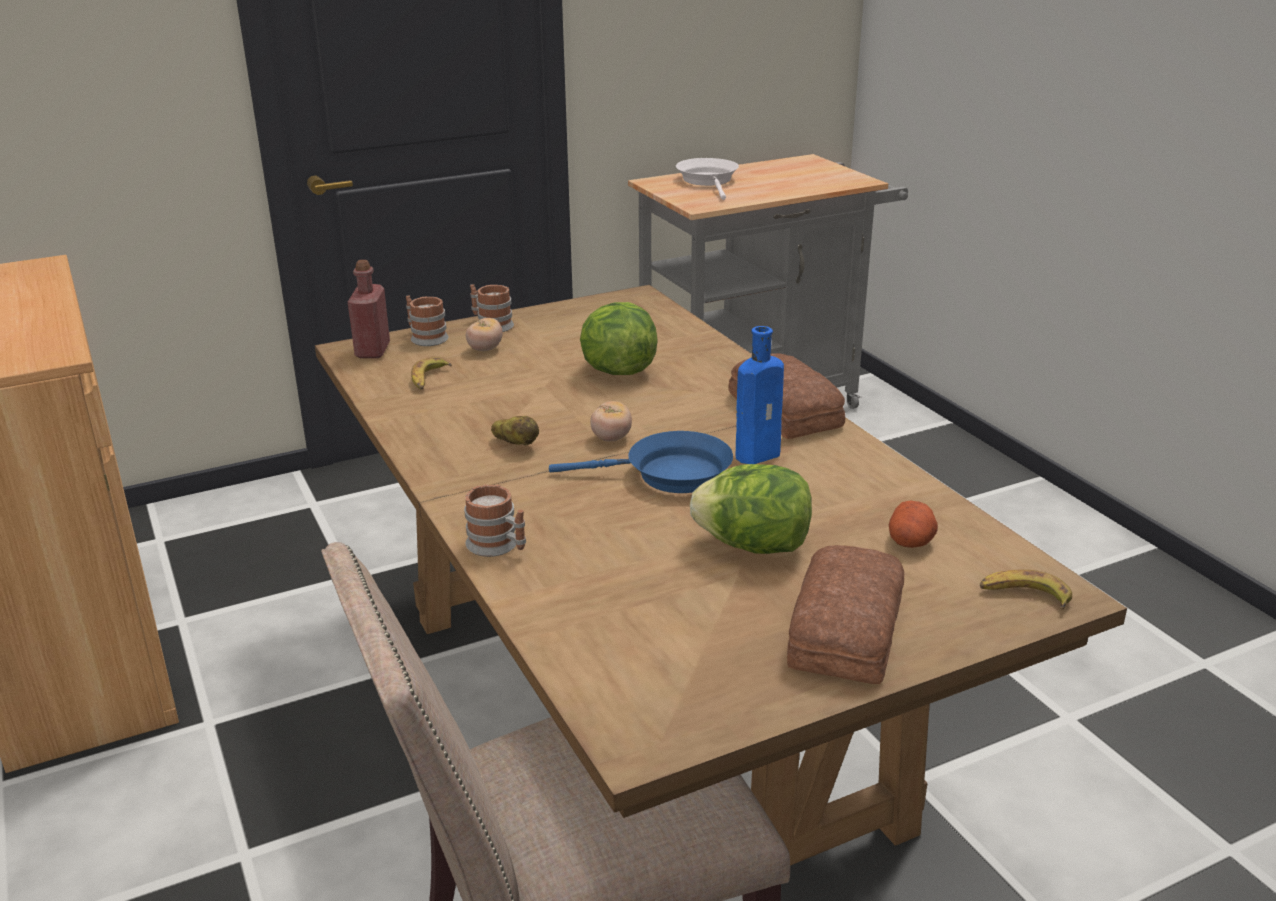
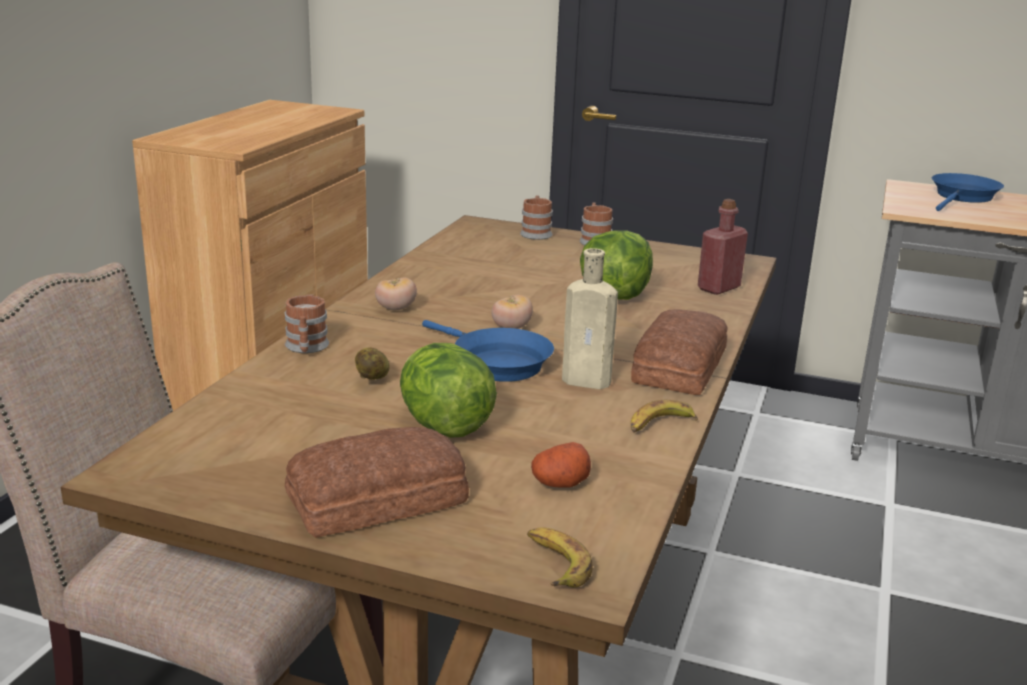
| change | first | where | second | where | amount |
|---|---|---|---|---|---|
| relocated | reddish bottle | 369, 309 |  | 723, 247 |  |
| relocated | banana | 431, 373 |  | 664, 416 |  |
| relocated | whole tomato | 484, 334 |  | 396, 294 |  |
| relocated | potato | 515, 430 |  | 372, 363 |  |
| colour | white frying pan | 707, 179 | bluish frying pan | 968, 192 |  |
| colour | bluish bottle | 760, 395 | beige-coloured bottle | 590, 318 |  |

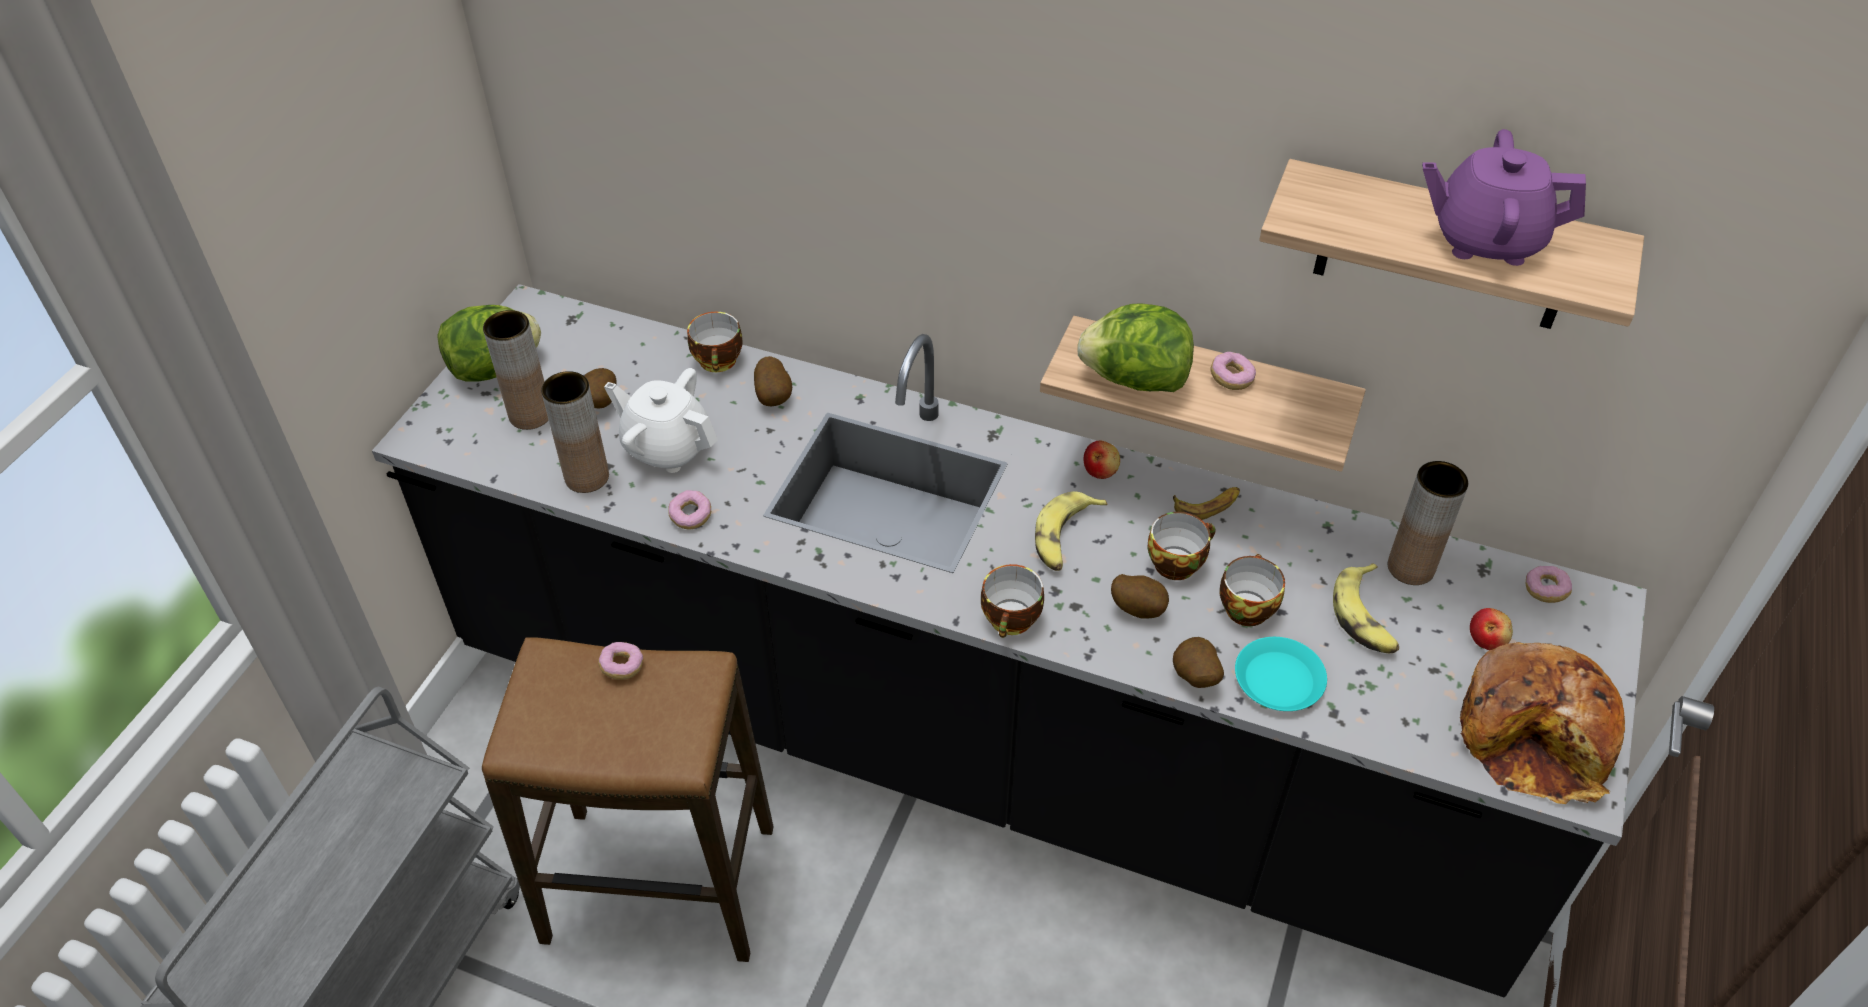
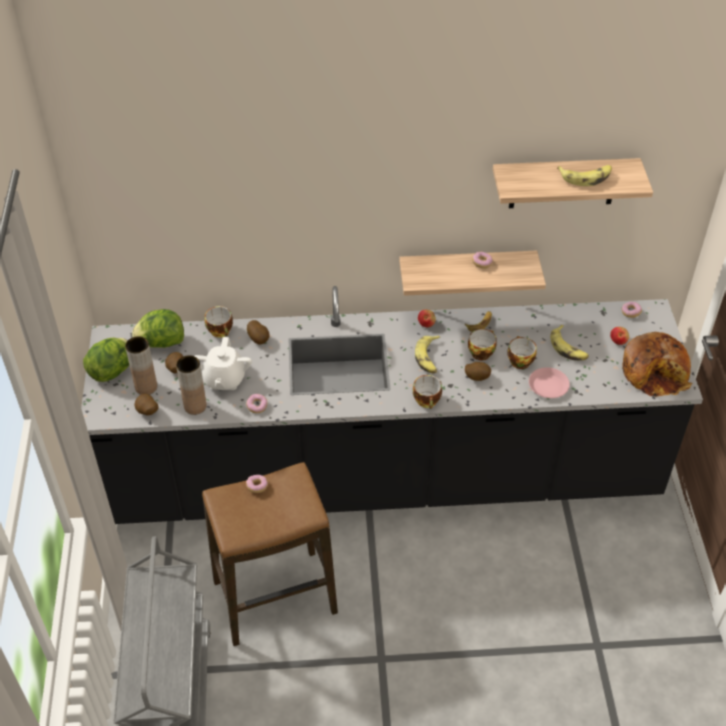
| change | first | where | second | where | amount |
|---|---|---|---|---|---|
| missing | brown flower vase | 1428, 523 |  |  |  |
| relocated | head of lettuce | 1135, 347 |  | 158, 328 |  |
| relocated | potato | 1198, 662 |  | 146, 405 |  |
| exchanged | purple tea pot | 1504, 197 | banana | 584, 175 |  |
| colour | blue-green dinner plate | 1281, 674 | pink-coloured dinner plate | 549, 382 |  |
| spun | white tea pot | 661, 420 |  | 223, 363 | 90 degrees counterclockwise |

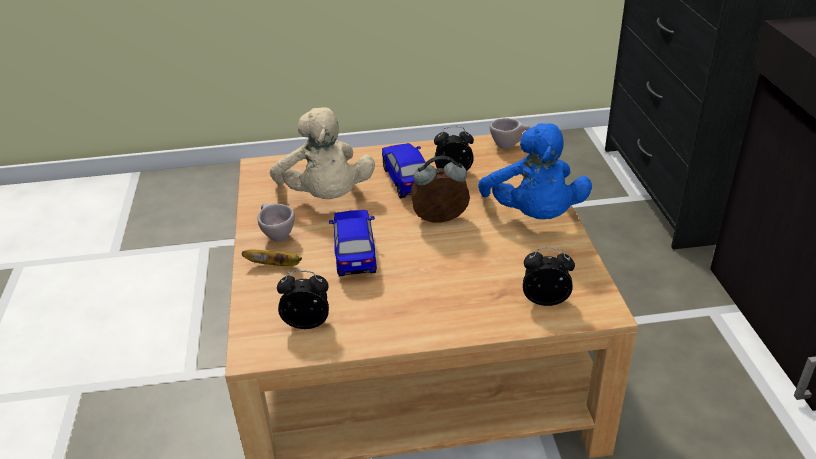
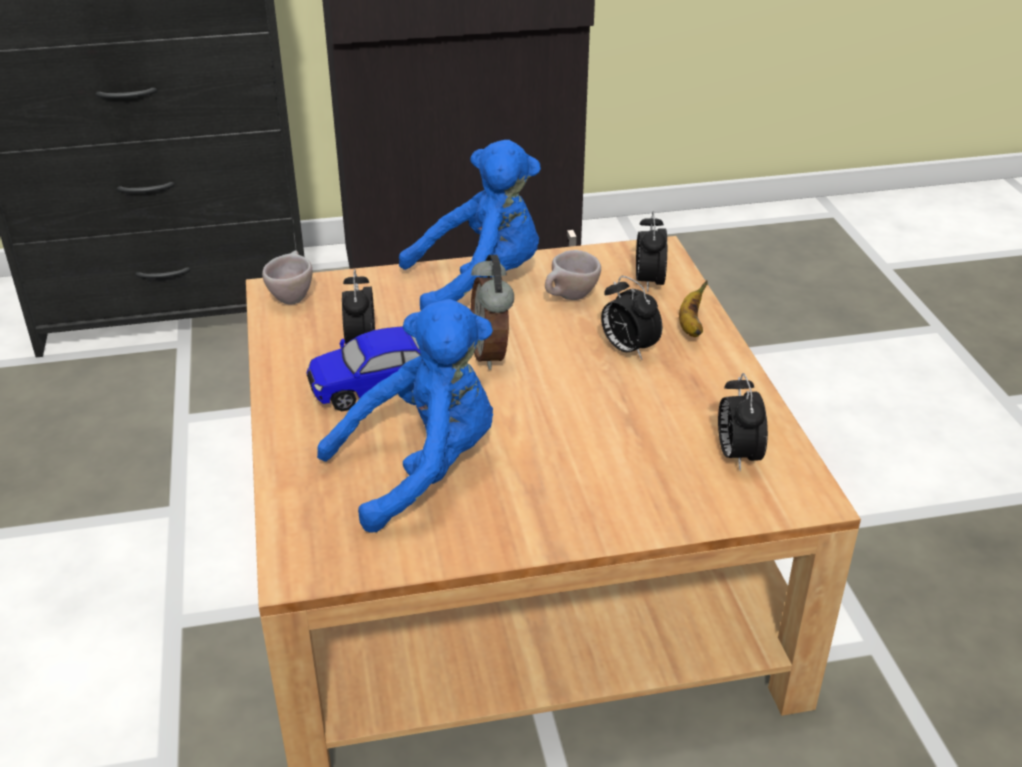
| change | first | where | second | where | amount |
|---|---|---|---|---|---|
| missing | toy car | 353, 243 |  |  |  |
| appeared |  |  | alarm clock | 631, 318 |  |
| relocated | banana | 272, 258 |  | 693, 308 |  |
| relocated | beige-coloured small cup | 276, 222 |  | 573, 275 |  |
| colour | beige-coloured cuddly toy | 322, 153 | bluish cuddly toy | 405, 415 |  |

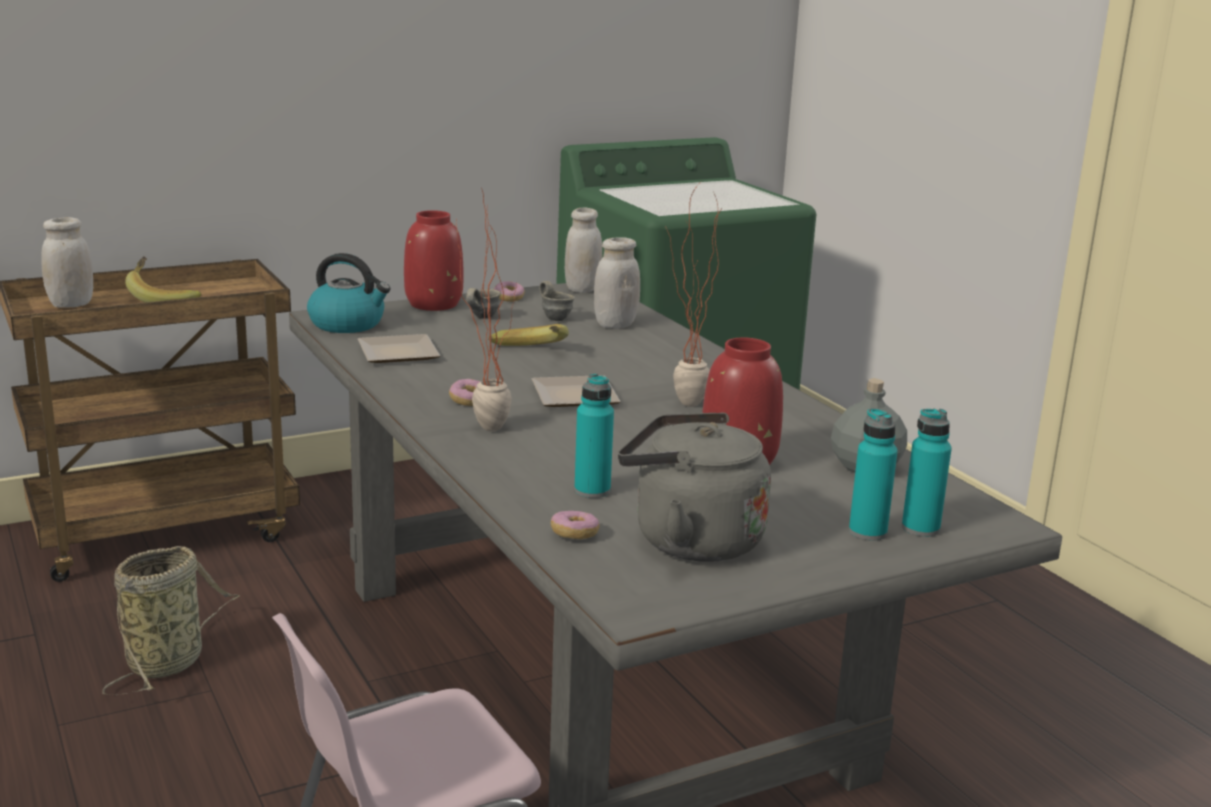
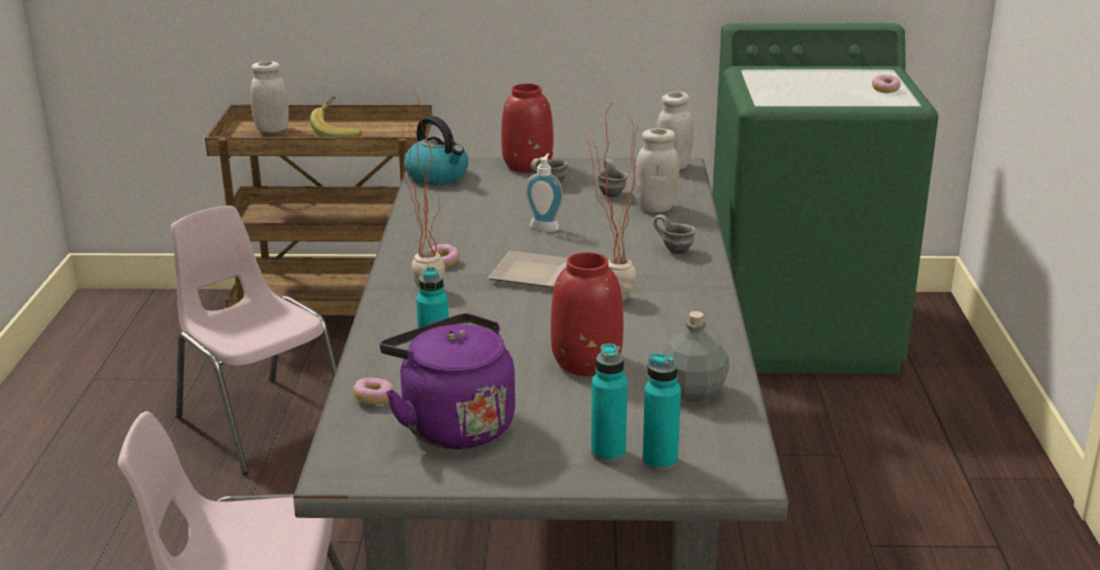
| change | first | where | second | where | amount |
|---|---|---|---|---|---|
| missing | dinner plate | 399, 348 |  |  |  |
| appeared |  |  | greyish coffee mug | 674, 234 |  |
| relocated | ring doughnut | 509, 291 |  | 886, 84 |  |
| exchanged | basket | 171, 620 | pink-coloured plain chair | 254, 340 |  |
| exchanged | banana | 528, 335 | soap dispenser | 544, 192 |  |
| colour | greyish water kettle | 694, 487 | purple water kettle | 447, 381 |  |

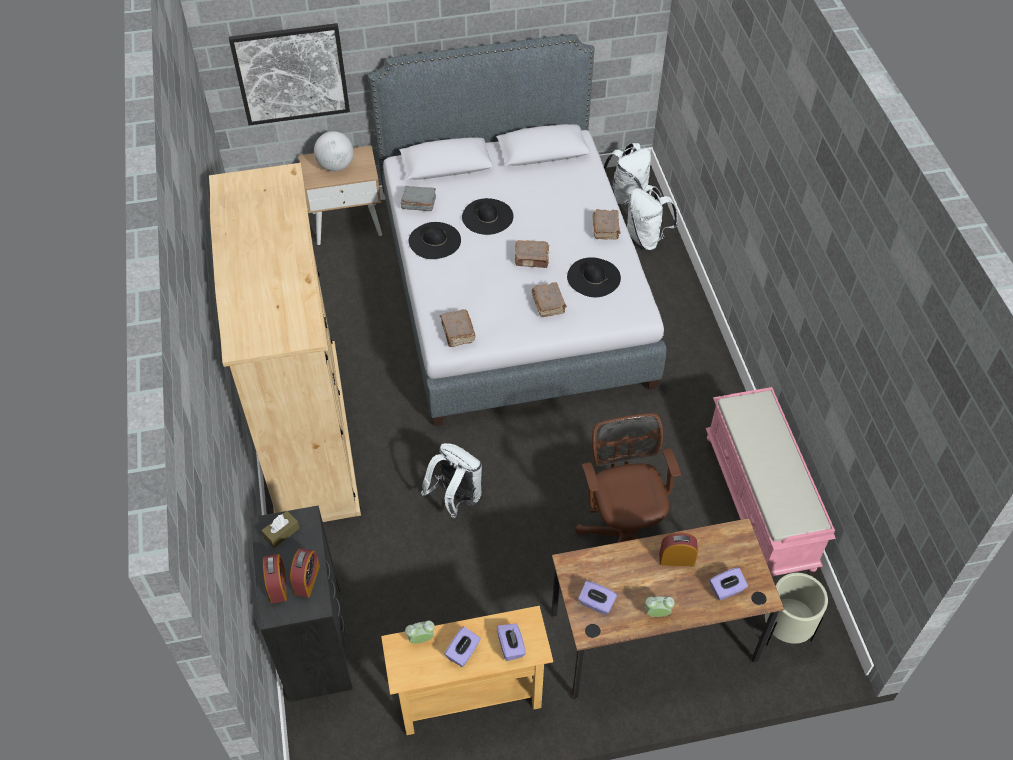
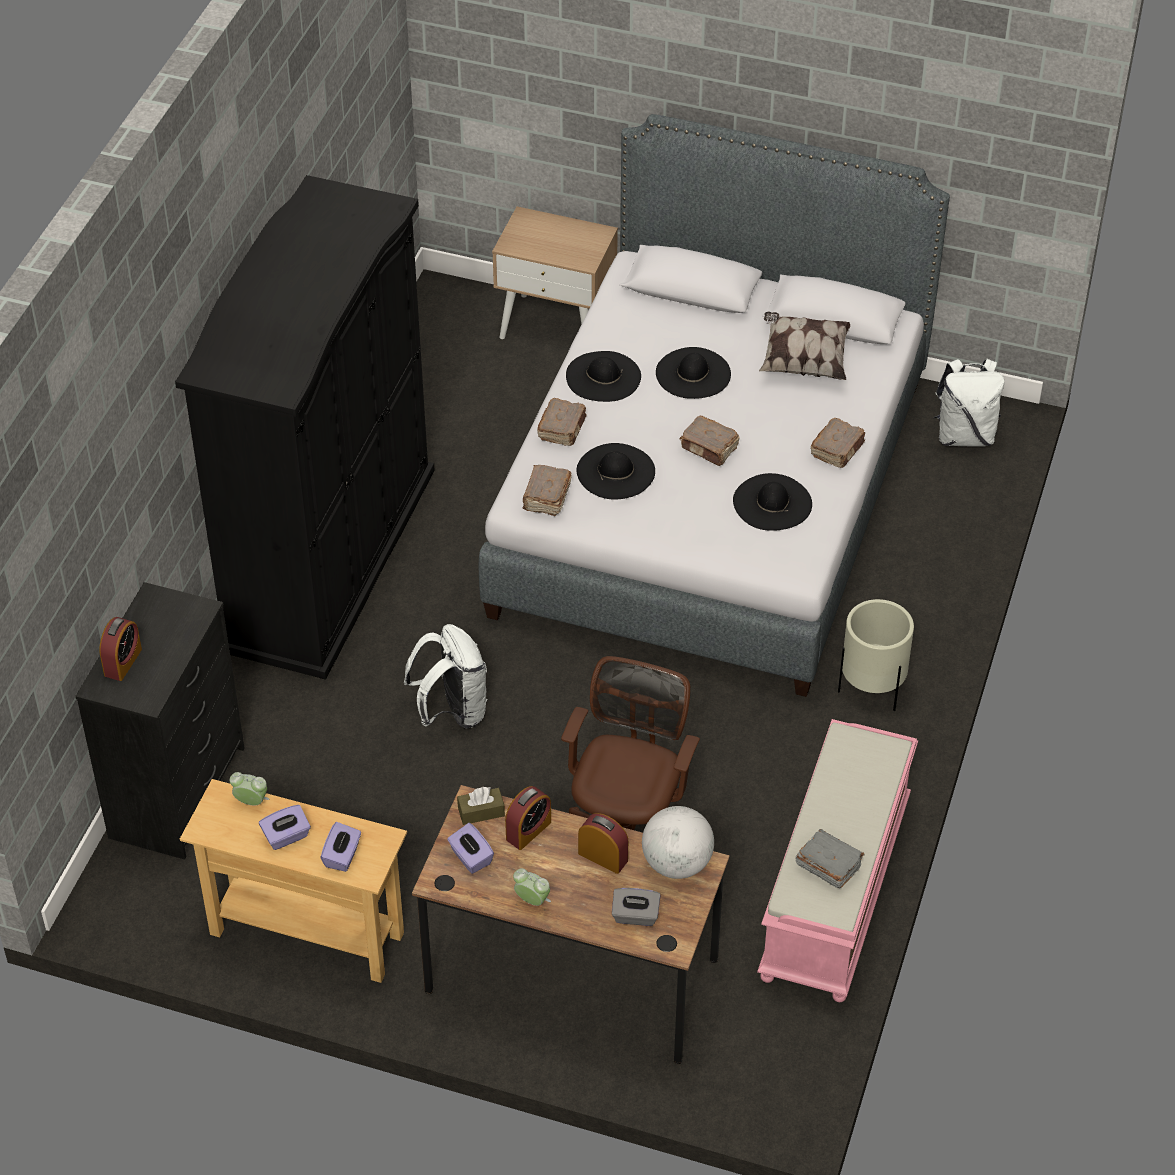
| change | first | where | second | where | amount |
|---|---|---|---|---|---|
| missing | wall picture | 289, 74 |  |  |  |
| missing | white knapsack | 652, 217 |  |  |  |
| appeared |  |  | blackish hat | 615, 471 |  |
| appeared |  |  | pillow | 805, 346 |  |
| relocated | brown tissue holder | 280, 529 |  | 481, 806 |  |
| relocated | alarm clock | 305, 573 |  | 528, 818 |  |
| relocated | desk globe | 334, 151 |  | 678, 842 |  |
| relocated | greyish book | 418, 198 |  | 830, 858 |  |
| relocated | brown book | 549, 299 |  | 562, 422 |  |
| relocated | beige-coloured planter | 796, 609 |  | 876, 655 |  |
| colour | beige-coloured clothes cupboard | 285, 342 | blackish clothes cupboard | 305, 427 |  |
| colour | purple tissue holder | 729, 584 | greyish tissue holder | 636, 907 |  |

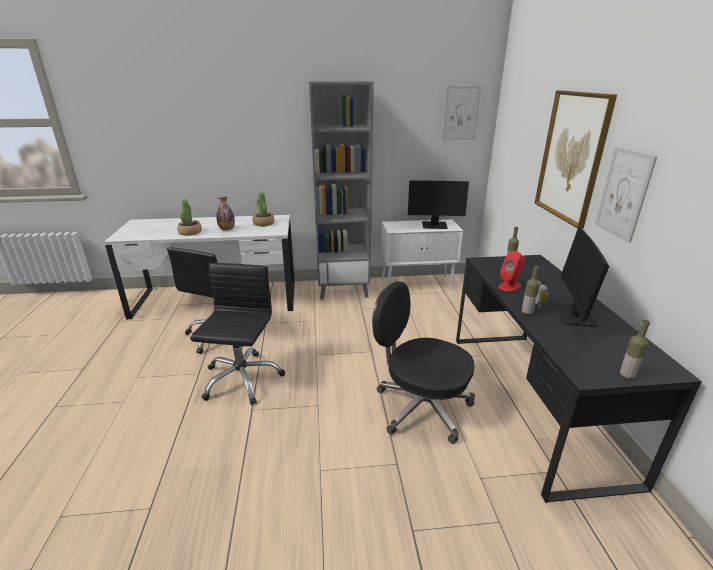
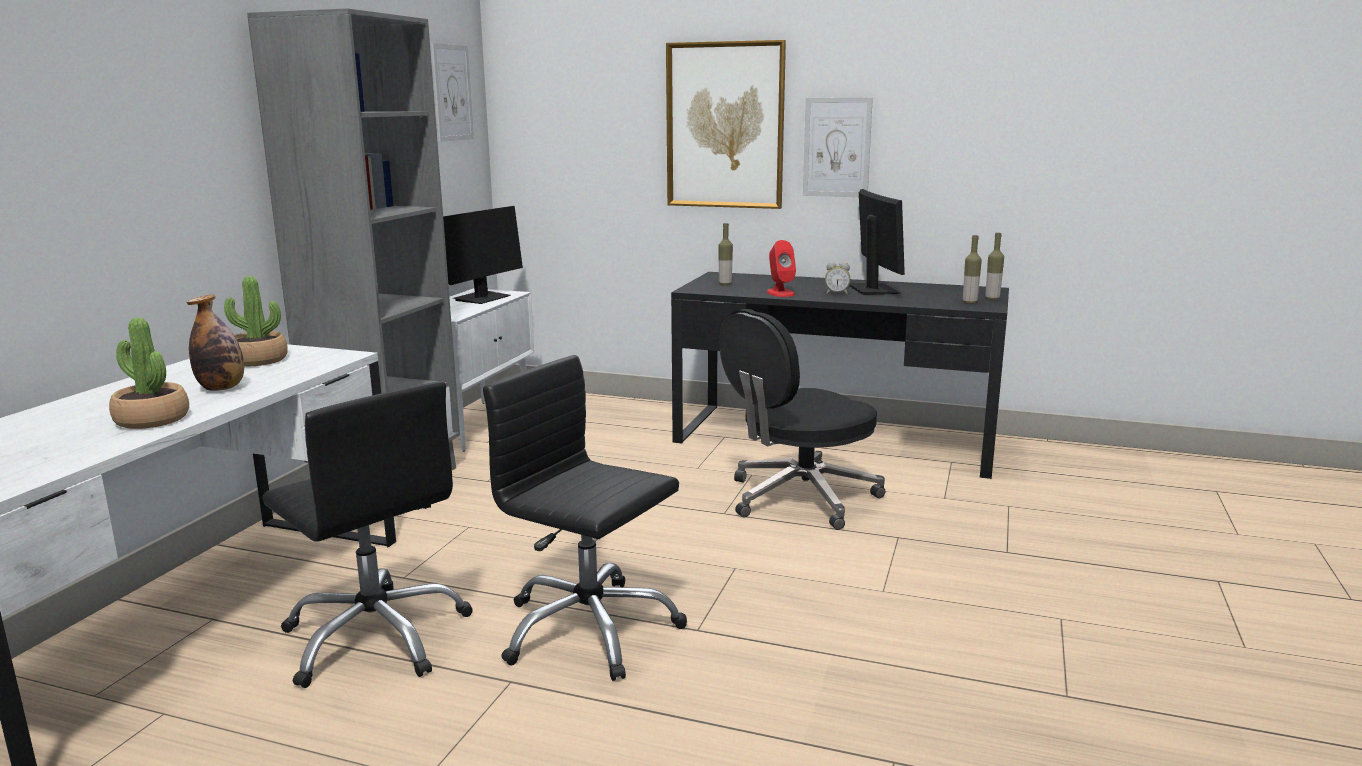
| change | first | where | second | where | amount |
|---|---|---|---|---|---|
| relocated | bottle | 531, 290 |  | 972, 269 |  |
| spun | monitor | 581, 277 |  | 877, 242 | 135 degrees counterclockwise |

